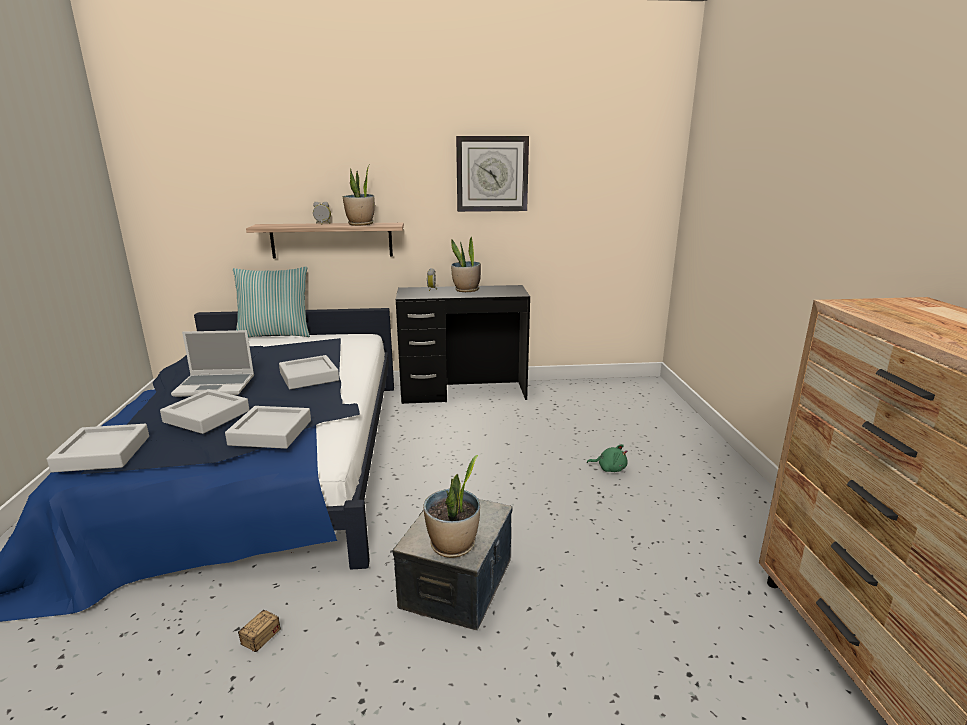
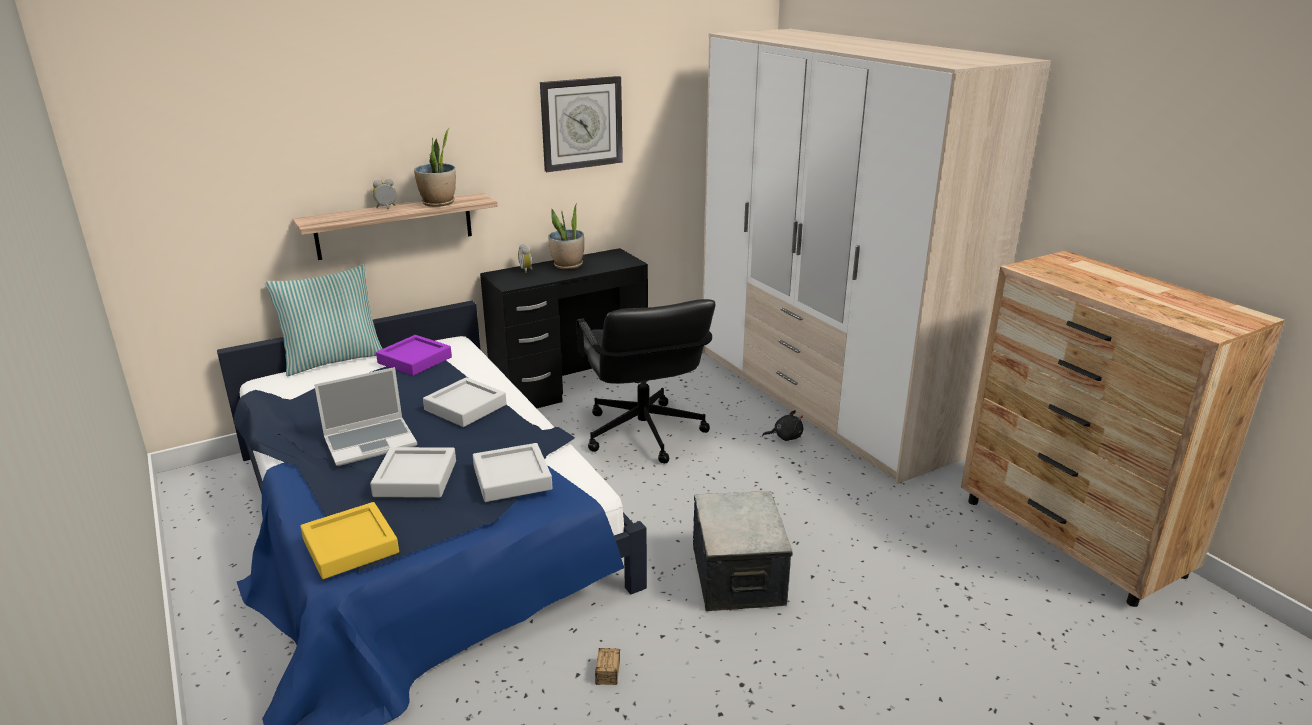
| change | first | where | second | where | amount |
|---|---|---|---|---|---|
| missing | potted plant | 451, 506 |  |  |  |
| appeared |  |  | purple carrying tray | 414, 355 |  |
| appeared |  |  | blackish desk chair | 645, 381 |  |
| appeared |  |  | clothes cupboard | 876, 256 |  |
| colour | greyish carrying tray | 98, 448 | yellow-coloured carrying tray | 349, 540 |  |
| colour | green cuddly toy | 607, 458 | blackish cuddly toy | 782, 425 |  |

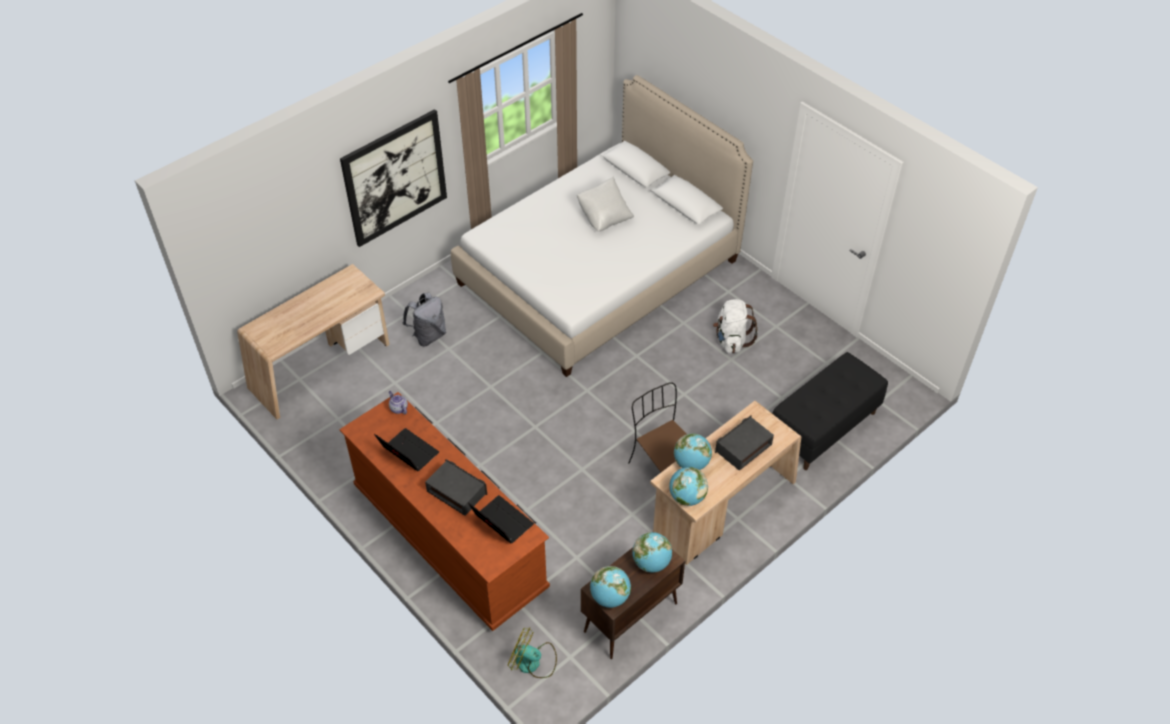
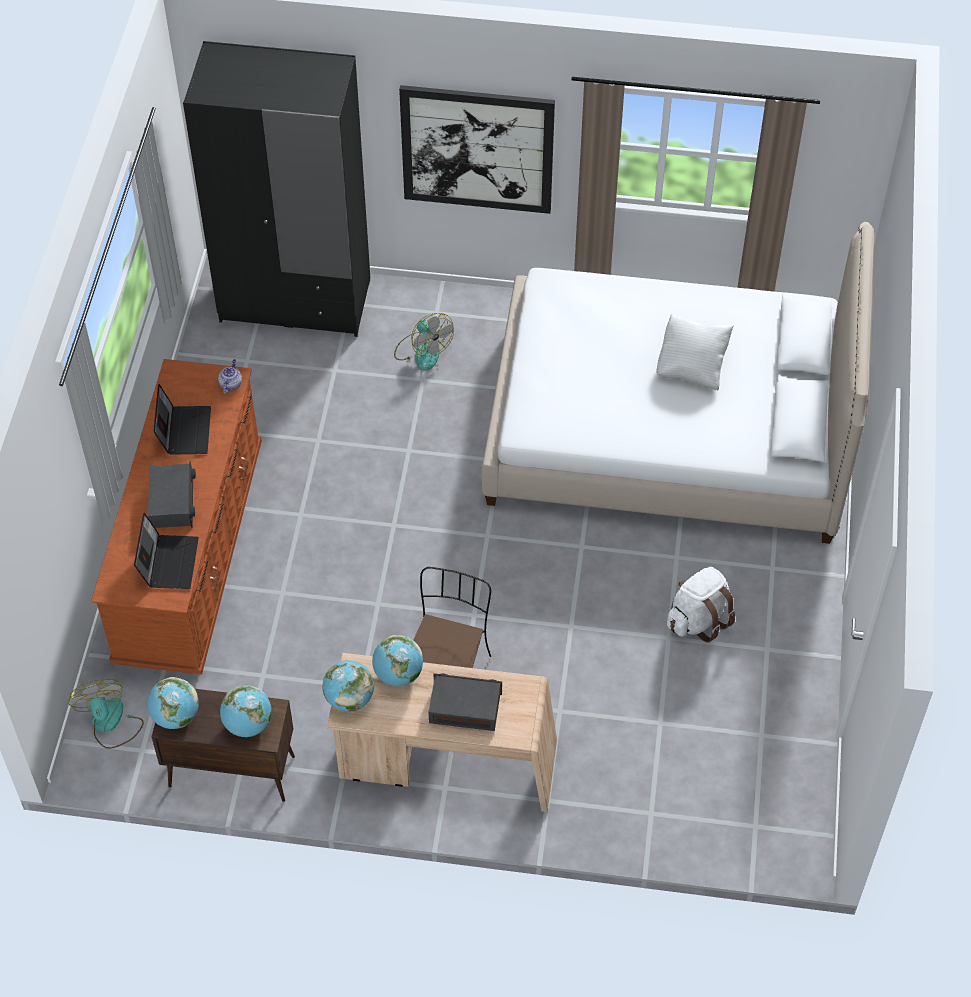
| change | first | where | second | where | amount |
|---|---|---|---|---|---|
| missing | blackish long seat | 830, 411 |  |  |  |
| exchanged | beige-coloured desk unit | 313, 341 | blackish clothes cupboard | 276, 189 |  |
| exchanged | greyish knapsack | 424, 319 | electric fan | 424, 342 |  |

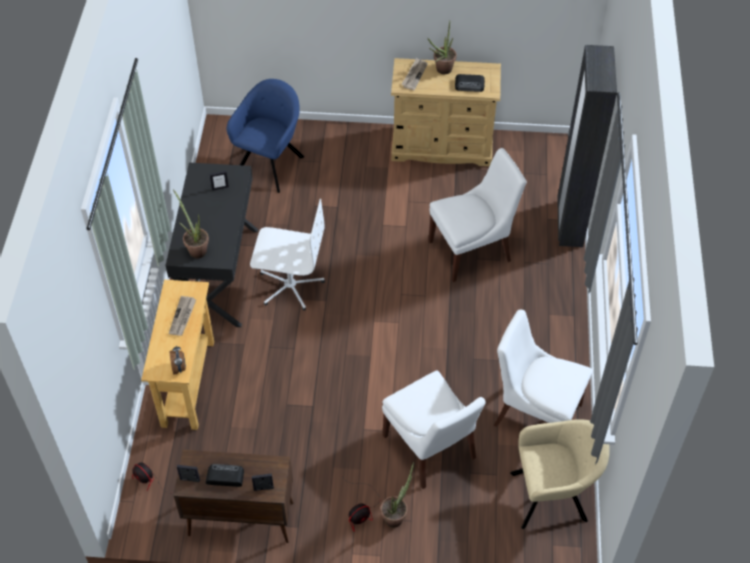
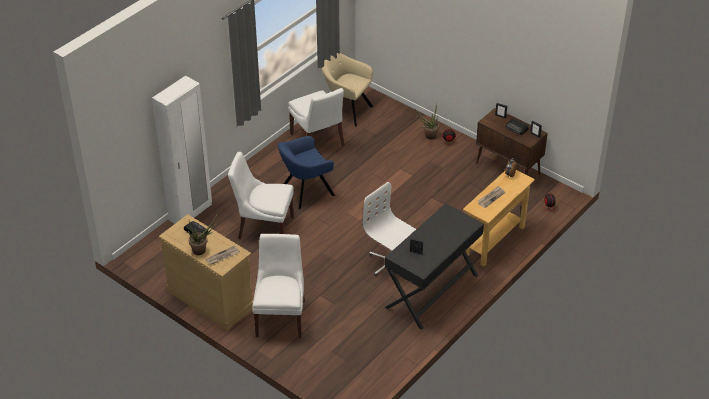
| change | first | where | second | where | amount |
|---|---|---|---|---|---|
| missing | potted plant | 191, 223 |  |  |  |
| relocated | bluish lounge chair | 265, 136 |  | 306, 172 |  |
| relocated | white plain chair | 434, 430 |  | 278, 286 |  |
| colour | blackish clothes cupboard | 587, 146 | white clothes cupboard | 182, 150 |  |

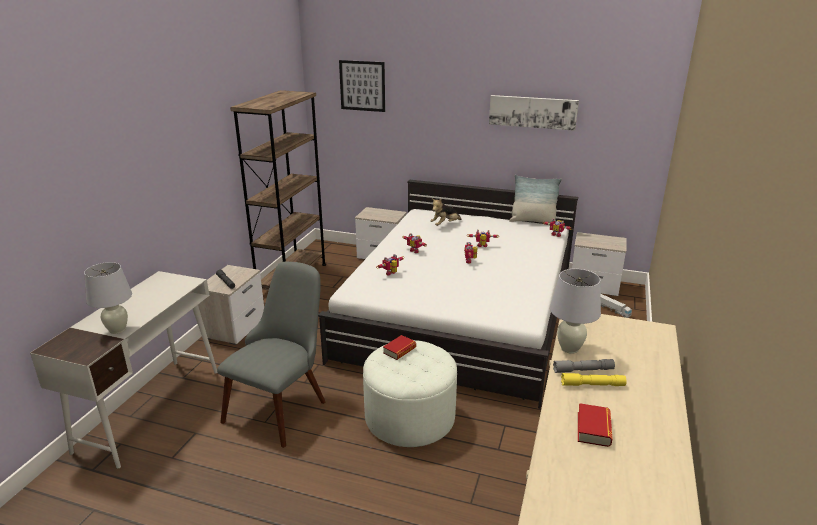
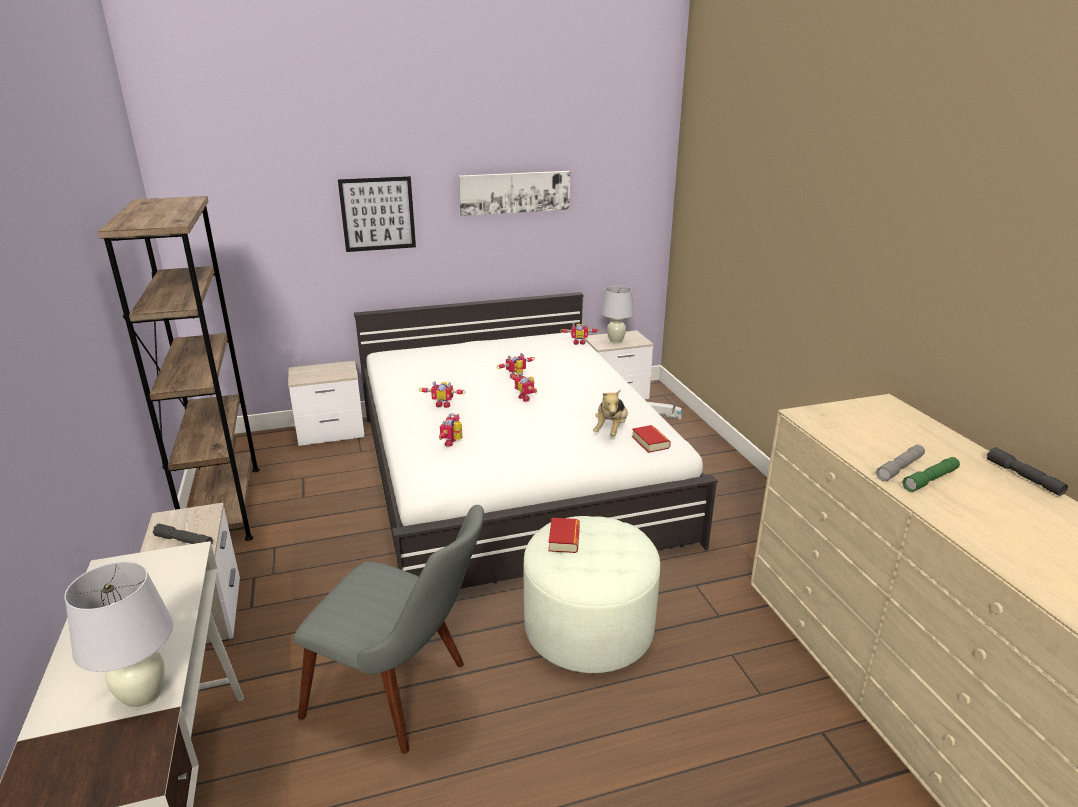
| change | first | where | second | where | amount |
|---|---|---|---|---|---|
| missing | pillow | 535, 199 |  |  |  |
| appeared |  |  | greyish flashlight | 1027, 471 |  |
| relocated | wall picture | 362, 86 |  | 377, 214 |  |
| relocated | cuddly toy | 446, 212 |  | 610, 412 |  |
| relocated | white table lamp | 575, 311 |  | 617, 314 |  |
| relocated | book | 595, 425 |  | 651, 439 |  |
| colour | yellow-coloured flashlight | 593, 379 | green flashlight | 931, 474 |  |
| spun | greyish plain chair | 271, 355 |  | 389, 629 | 120 degrees clockwise |

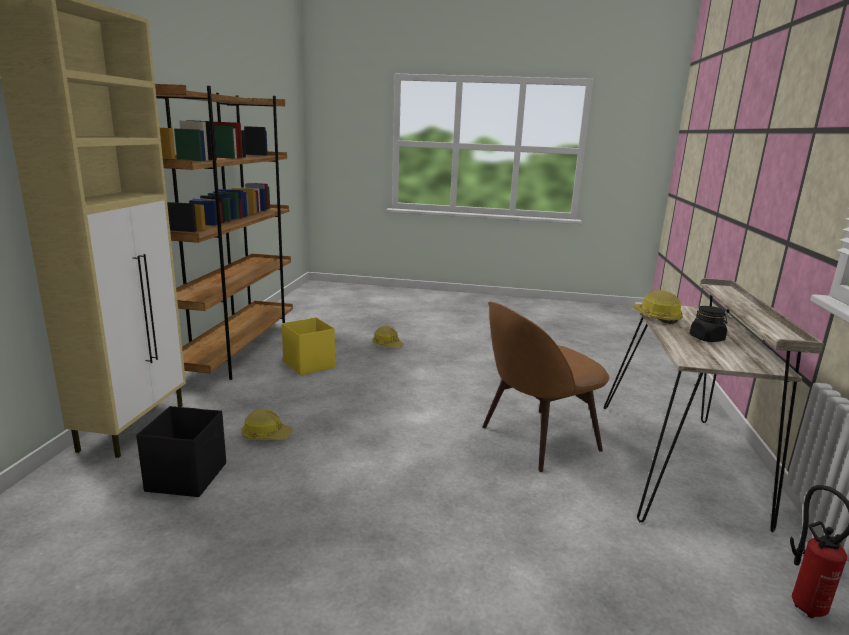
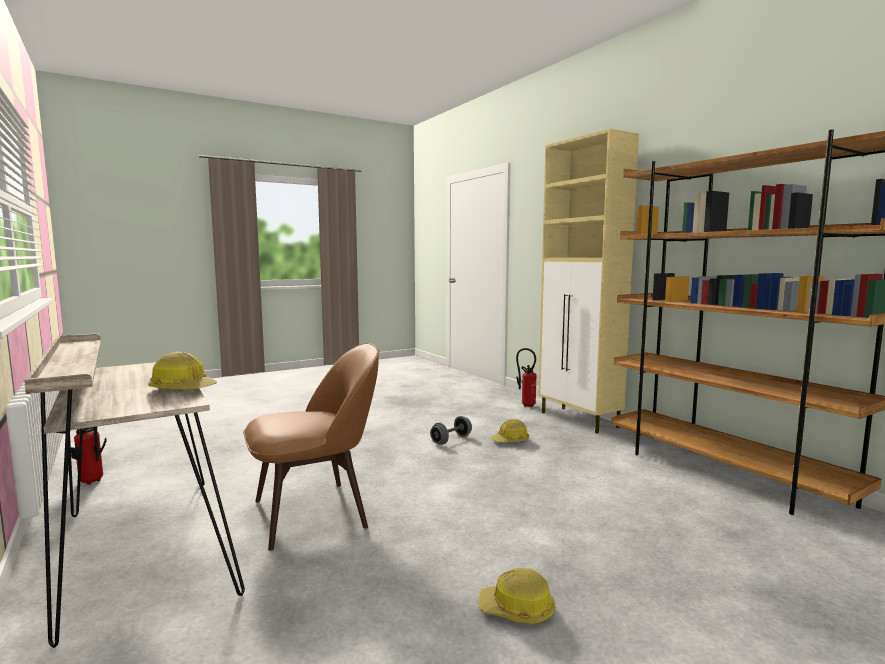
| change | first | where | second | where | amount |
|---|---|---|---|---|---|
| missing | blackish storage box | 181, 451 |  |  |  |
| missing | yellow-coloured storage box | 308, 346 |  |  |  |
| missing | blackish jar | 708, 324 |  |  |  |
| appeared |  |  | greyish hand weight | 451, 430 |  |
| appeared |  |  | fire extinguisher | 526, 377 |  |
| relocated | work helmet | 388, 337 |  | 517, 596 |  |
| spun | brown plain chair | 545, 387 |  | 311, 447 | 45 degrees clockwise |

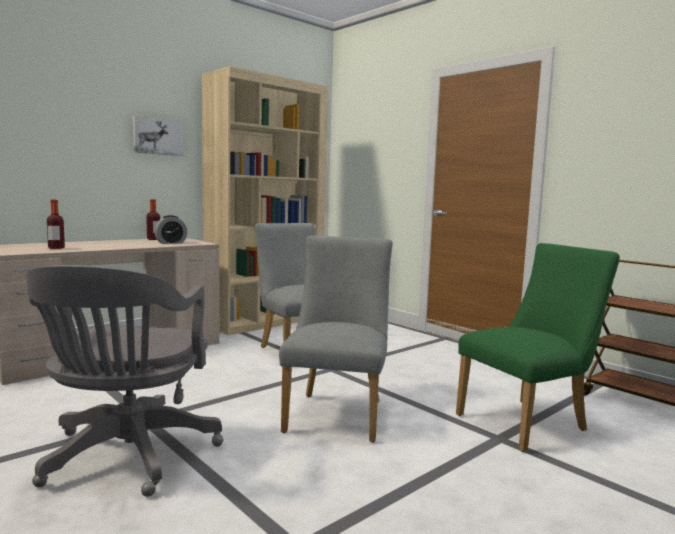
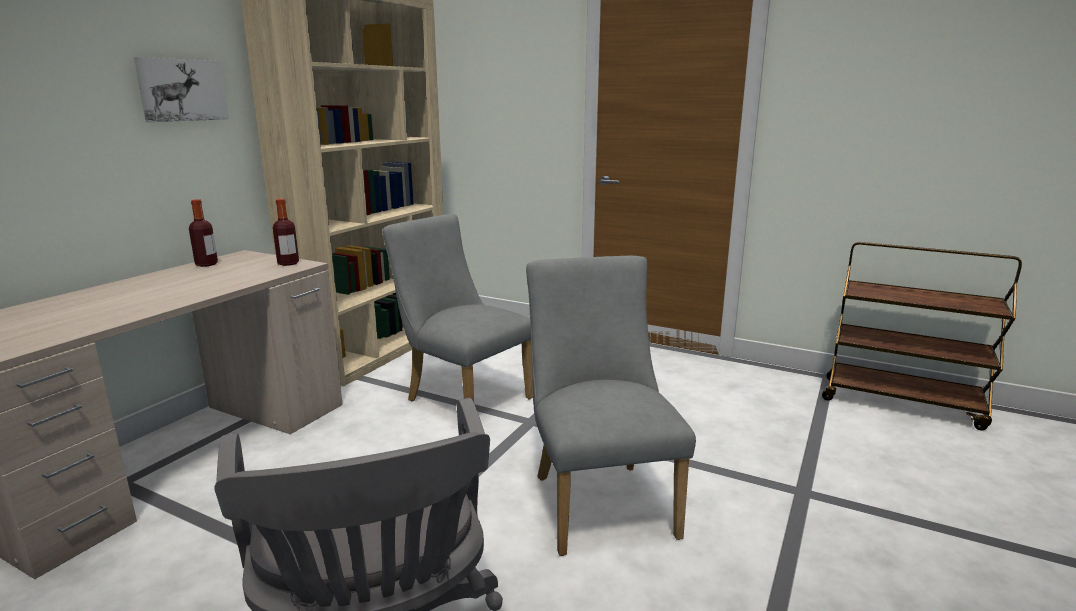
| change | first | where | second | where | amount |
|---|---|---|---|---|---|
| missing | alarm clock | 170, 229 |  |  |  |
| missing | green plain chair | 538, 347 |  |  |  |
| relocated | bottle | 56, 224 |  | 286, 232 |  |

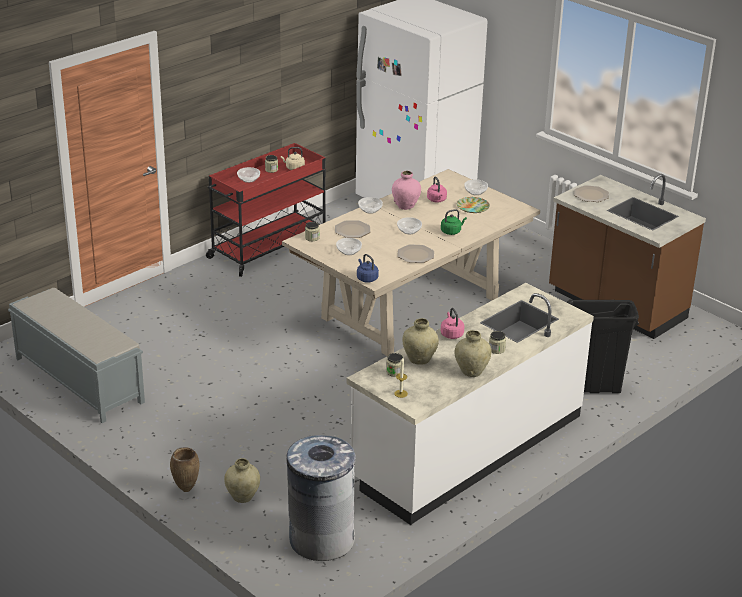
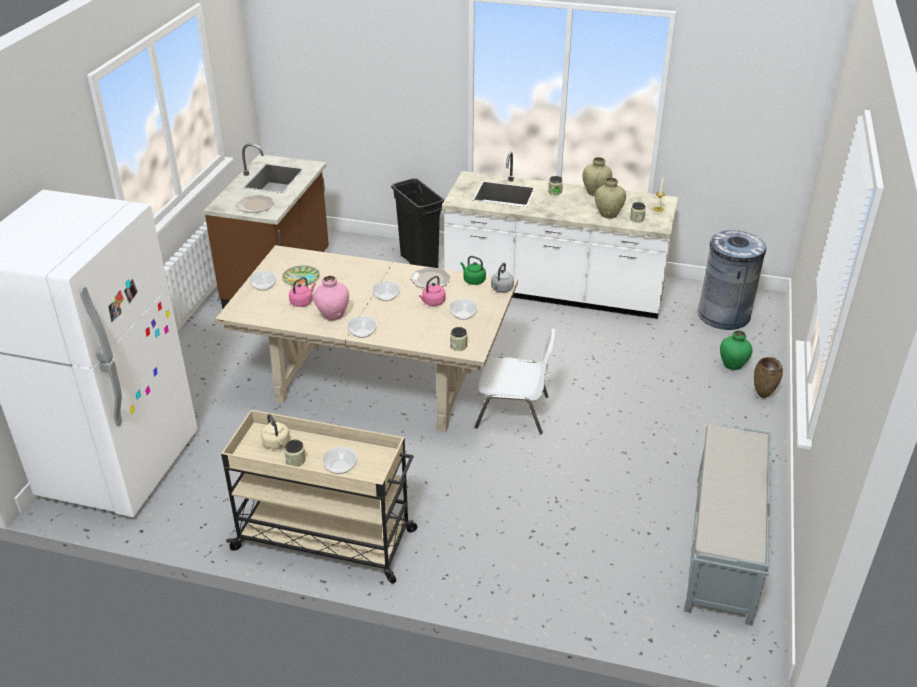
| change | first | where | second | where | amount |
|---|---|---|---|---|---|
| missing | dinner plate | 352, 229 |  |  |  |
| appeared |  |  | white plain chair | 515, 381 |  |
| relocated | green water kettle | 454, 222 |  | 473, 270 |  |
| relocated | pink-coloured water kettle | 452, 323 |  | 432, 291 |  |
| colour | reddish wheeled cart | 266, 210 | beige-coloured wheeled cart | 319, 497 |  |
| colour | beige-coloured flower vase | 242, 480 | green flower vase | 736, 350 |  |
| colour | bluish water kettle | 368, 268 | greyish water kettle | 502, 278 |  |

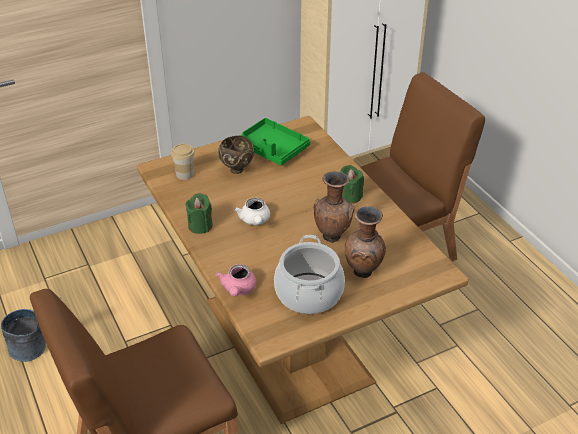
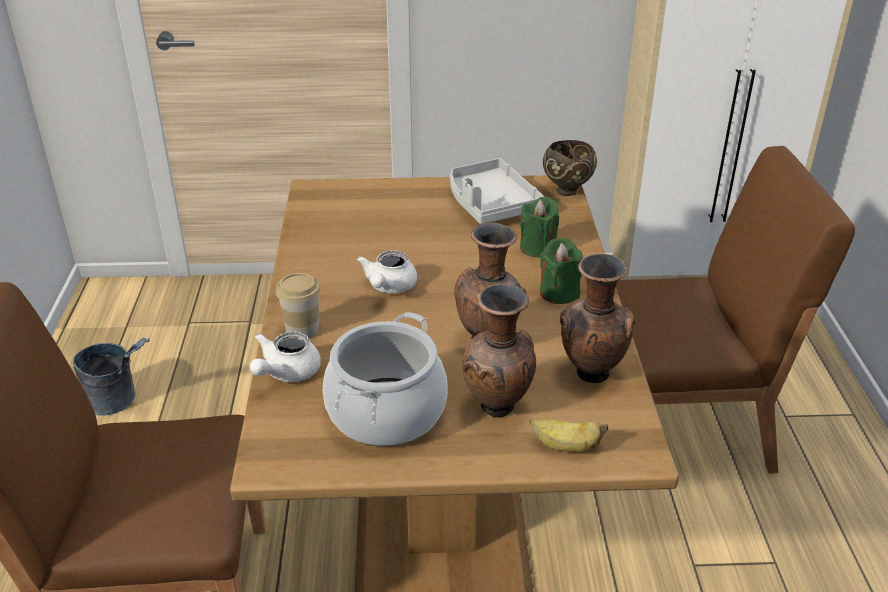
| change | first | where | second | where | amount |
|---|---|---|---|---|---|
| appeared |  |  | banana | 568, 435 |  |
| appeared |  |  | brown flower vase | 597, 318 |  |
| relocated | small cup | 183, 162 |  | 298, 306 |  |
| relocated | green wax candle | 199, 213 |  | 539, 227 |  |
| relocated | brown deep dish | 236, 155 |  | 570, 168 |  |
| colour | pink-coloured tea pot | 235, 280 | white tea pot | 285, 357 |  |
| colour | green carrying tray | 275, 141 | greyish carrying tray | 497, 191 |  |

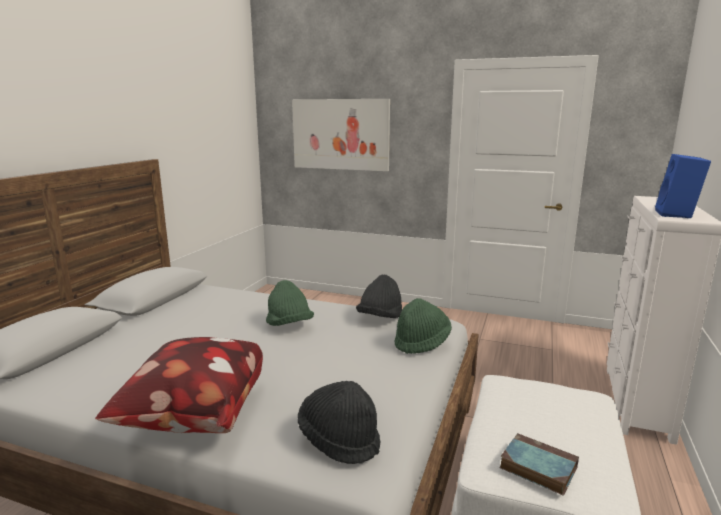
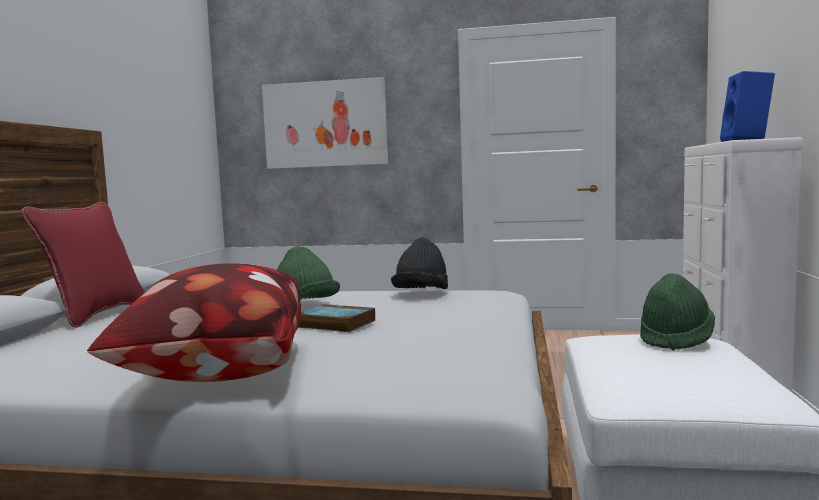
| change | first | where | second | where | amount |
|---|---|---|---|---|---|
| missing | blackish hat | 339, 422 |  |  |  |
| appeared |  |  | reddish pillow | 83, 265 |  |
| relocated | green hat | 423, 326 |  | 677, 312 |  |
| relocated | book | 539, 464 |  | 336, 318 |  |

